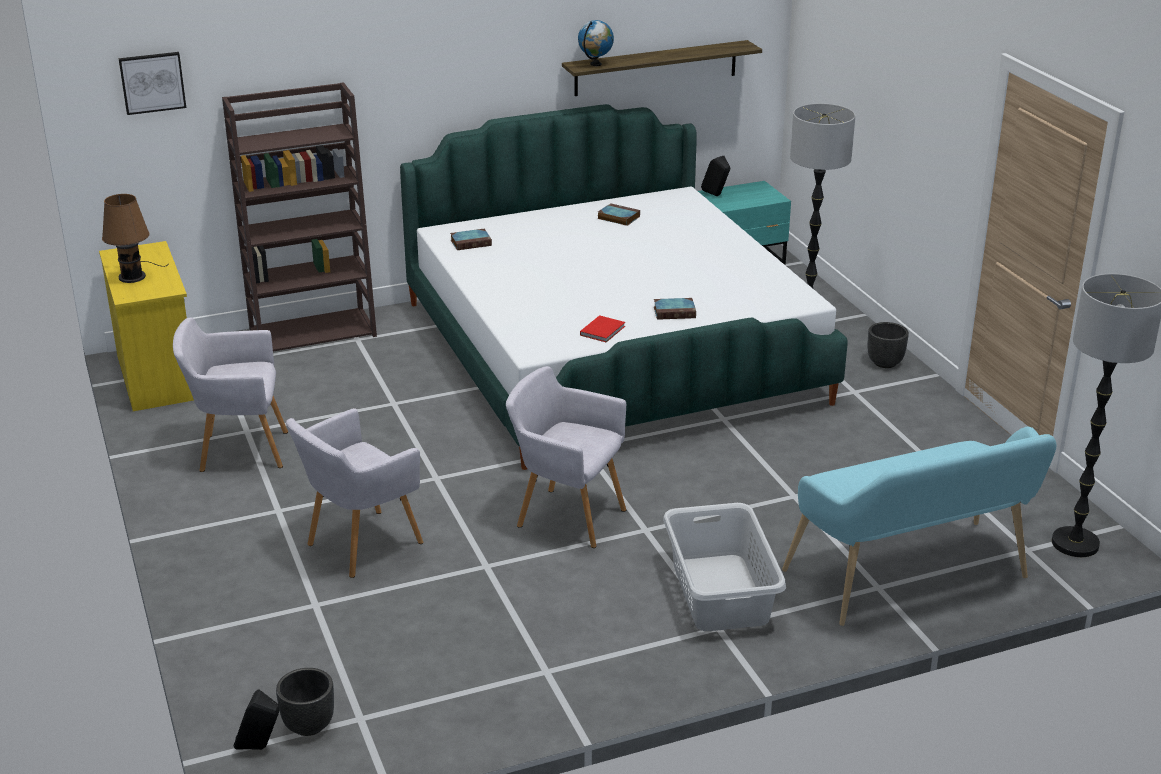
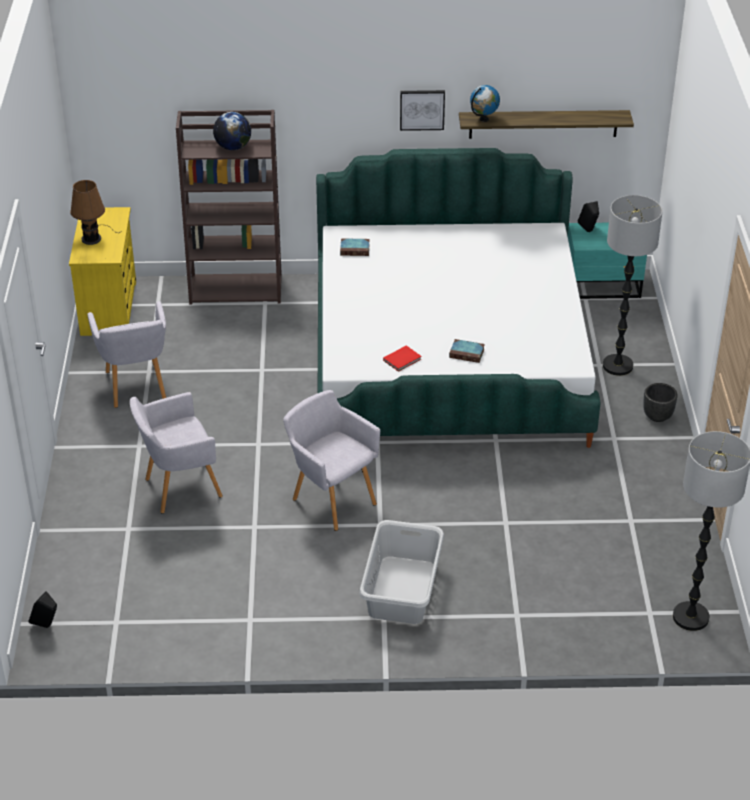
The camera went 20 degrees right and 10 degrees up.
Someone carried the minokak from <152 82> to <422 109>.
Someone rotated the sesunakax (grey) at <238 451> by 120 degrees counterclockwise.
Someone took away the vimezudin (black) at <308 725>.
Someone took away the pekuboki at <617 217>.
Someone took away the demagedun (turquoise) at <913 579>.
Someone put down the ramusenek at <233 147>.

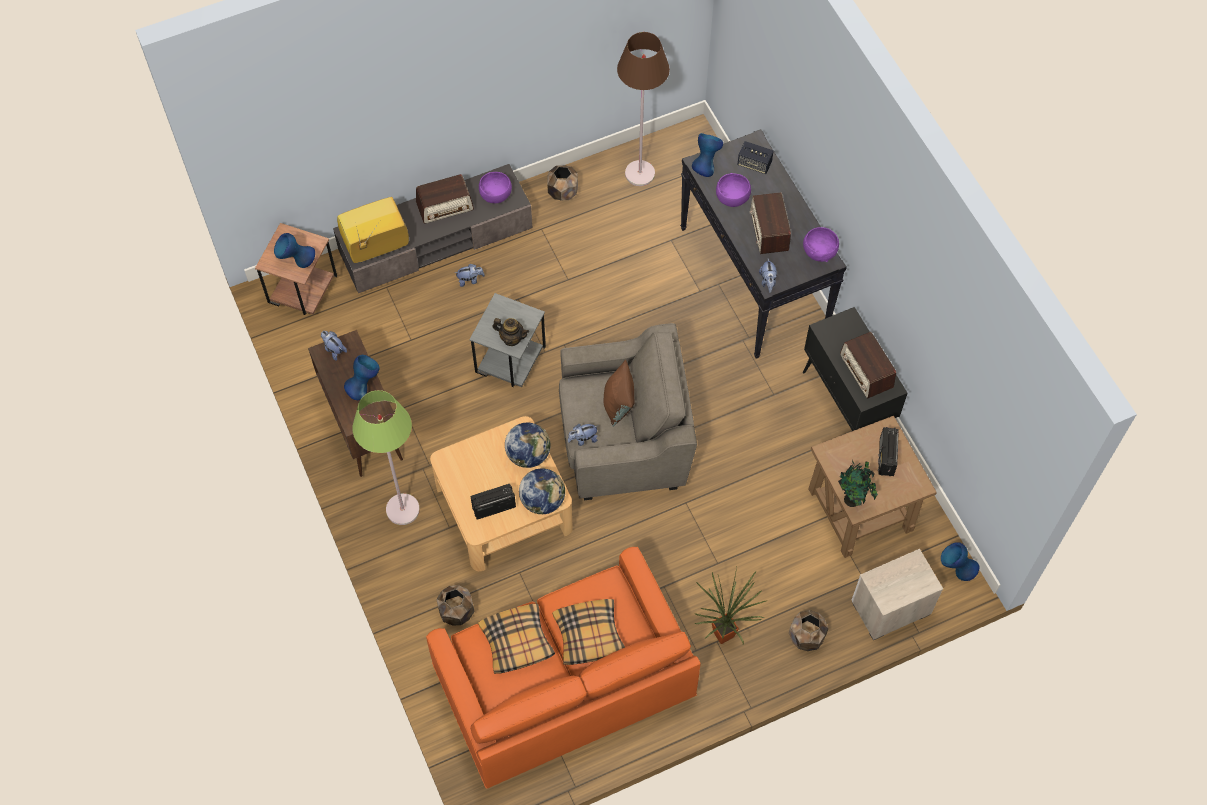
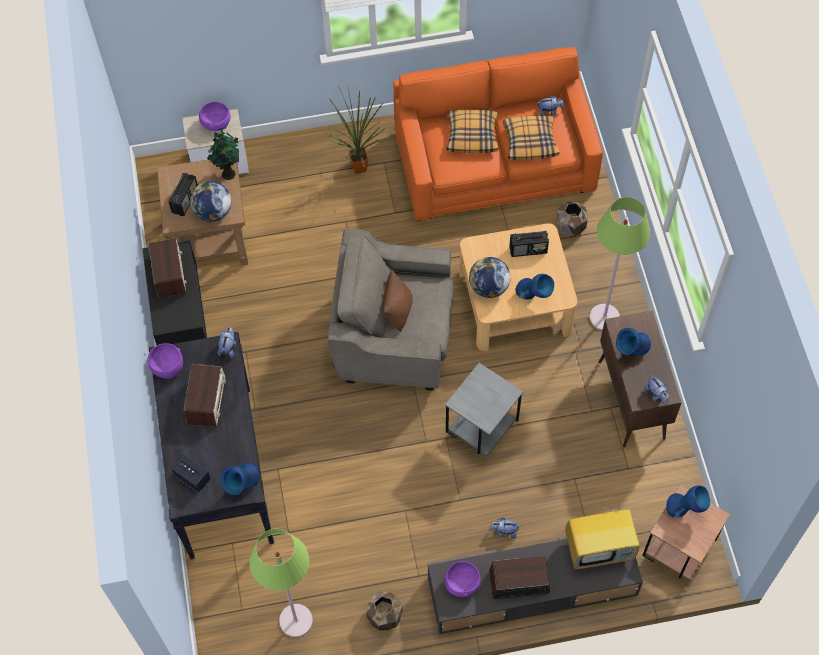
The camera went 165 degrees left and 0 degrees up.
Someone took away the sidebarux at <511 338>.
Someone carried the ramusenek from <542 500> to <213 212>.
Someone carried the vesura from <583 439> to <549 112>.
Someone repainted the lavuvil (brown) at <640 173>, which became the lavuvil (green) at <295 620>.
Someone carried the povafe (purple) from <733 198> to <216 123>.
Someone took away the vimezudin (brown) at <806 637>.
Someone carried the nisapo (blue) from <956 570> to <534 297>.

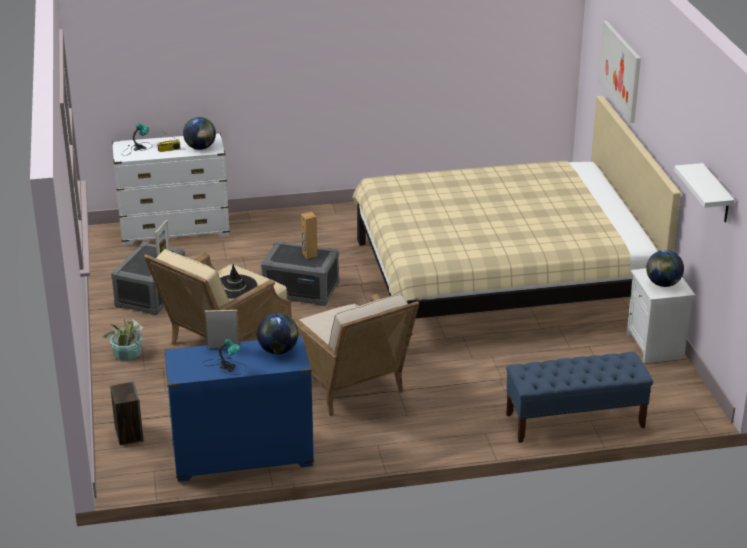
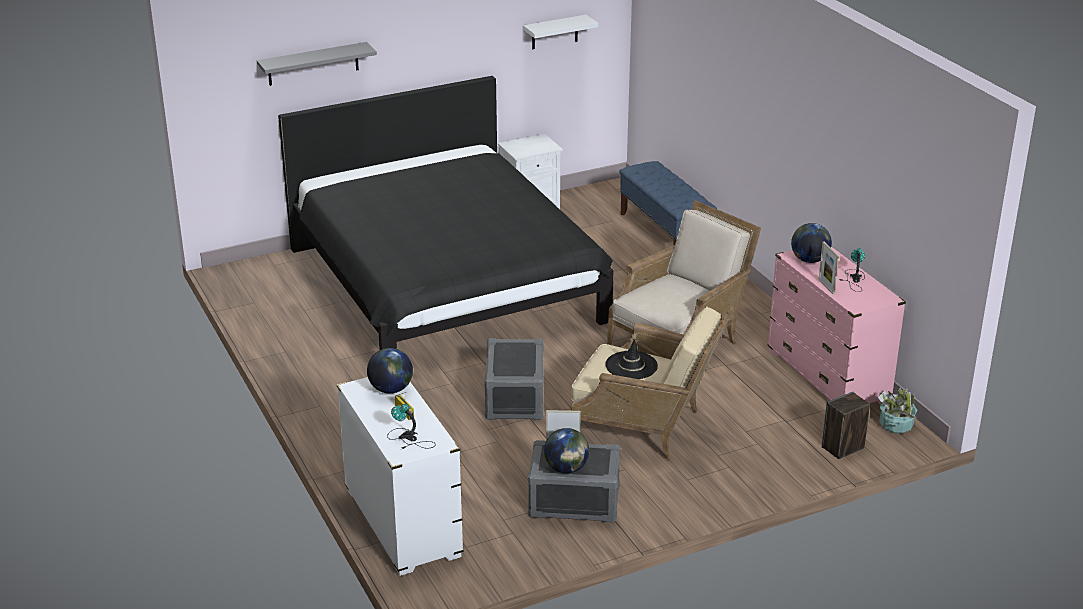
The camera went 105 degrees left and 0 degrees up.
Someone carried the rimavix from <127 353> to <895 425>.
Someone repainted the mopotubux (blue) at <242 457>, which became the mopotubux (pink) at <828 376>.
Someone took away the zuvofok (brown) at <309 255>.
Someone repainted the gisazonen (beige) at <501 281>, which became the gisazonen (black) at <444 285>.
Someone swapped the minokak at <620 70> for the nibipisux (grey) at <313 64>.
Someone carried the ramusenek from <663 284> to <566 468>.

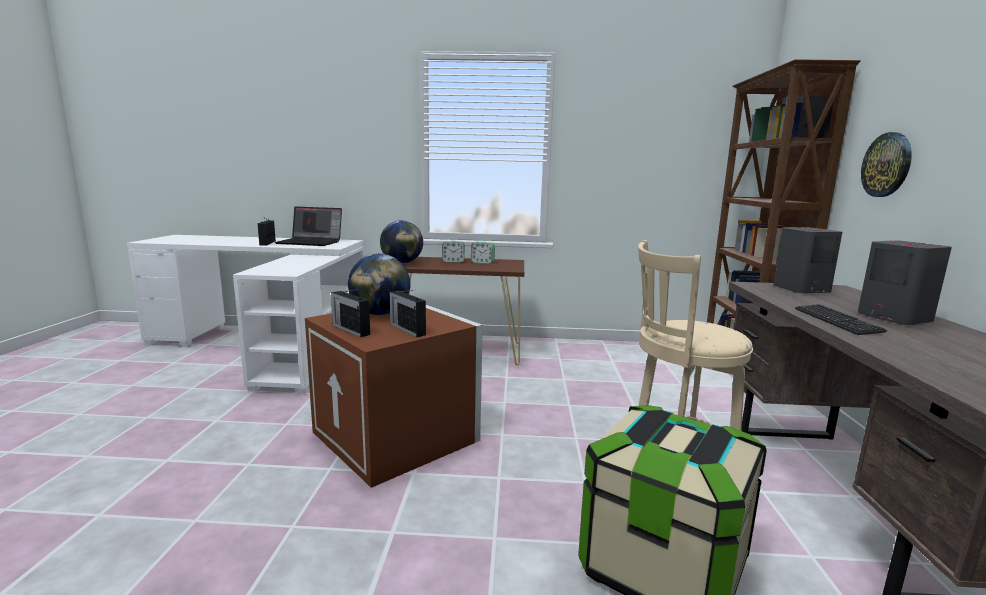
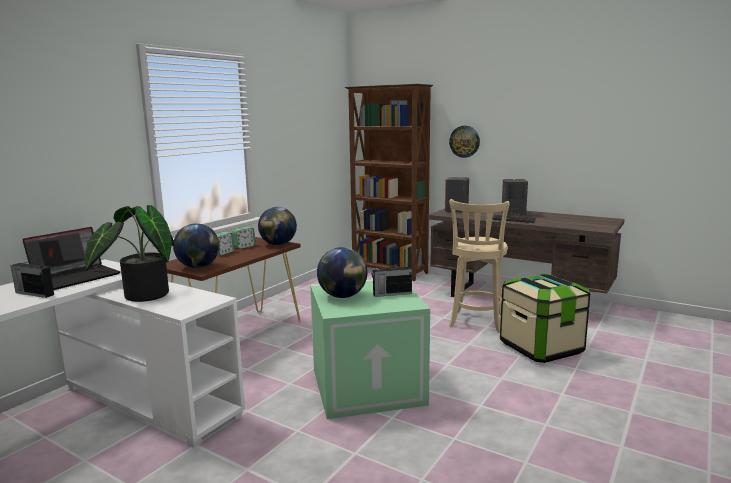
The camera went 60 degrees left and 0 degrees up.
Someone repainted the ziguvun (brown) at <398 436>, which became the ziguvun (green) at <368 385>.
Someone took away the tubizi at <350 329>.
Someone put down the rimavix at <141 296>.
Someone put down the ramusenek at <278 244>.

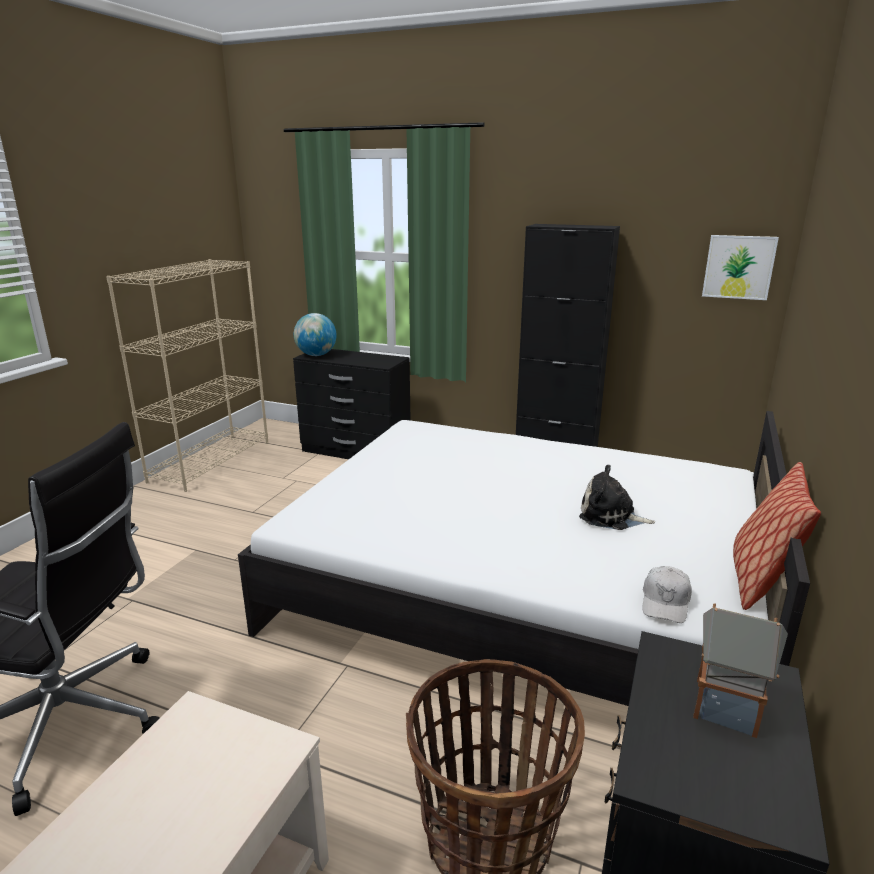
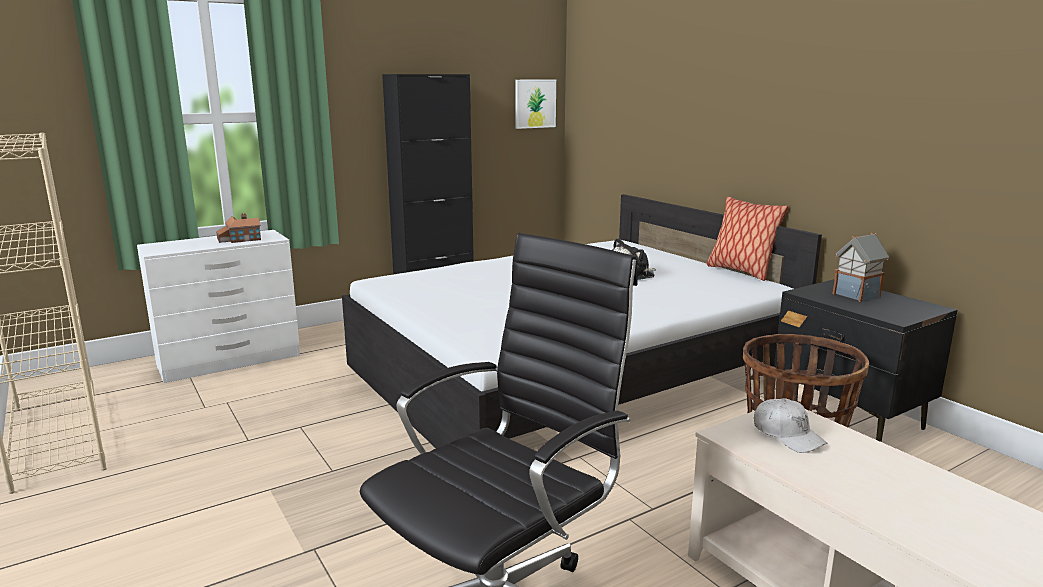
The camera went 55 degrees left and 5 degrees down.
Someone repainted the mopotubux (black) at <356 451>, which became the mopotubux (white) at <230 360>.
Someone took away the ramusenek at <316 355>.
Someone carried the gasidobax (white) from <665 602> to <787 435>.
Someone put down the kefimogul at <238 239>.

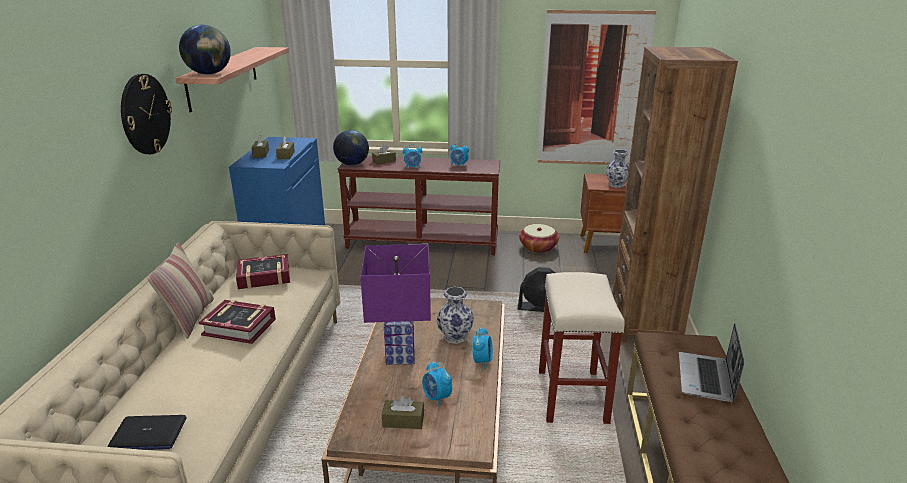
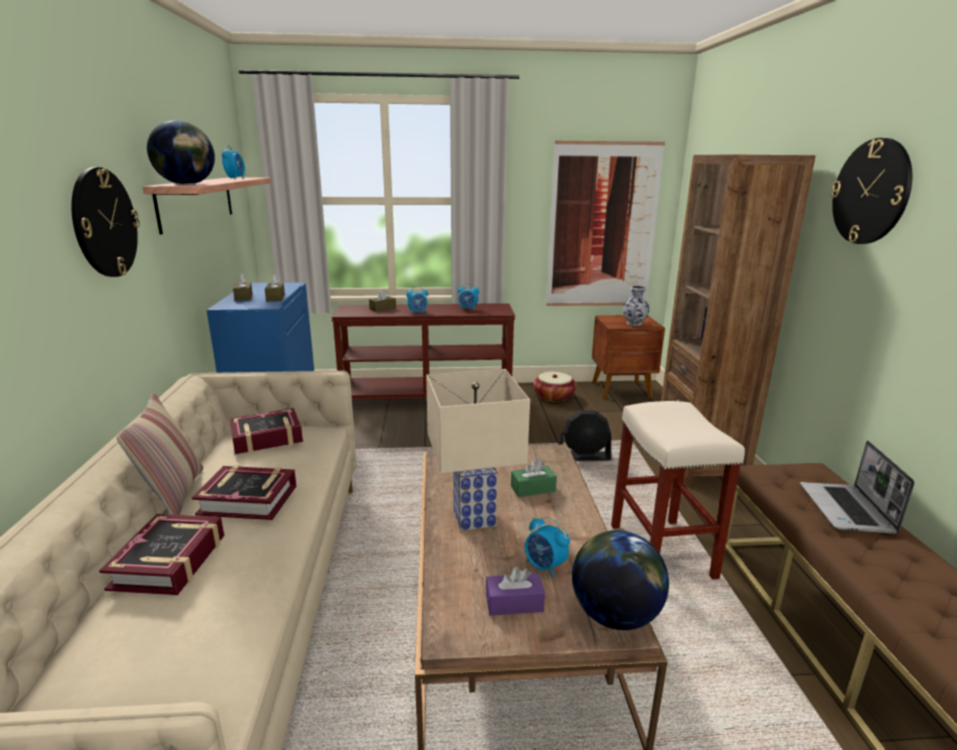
The camera went 10 degrees left and 5 degrees down.
Someone took away the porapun at <148 434>.
Someone carried the ramusenek from <352 164> to <614 615>.
Someone repainted the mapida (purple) at <401 355>, which became the mapida (beige) at <475 517>.
Someone repainted the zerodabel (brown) at <403 421>, which became the zerodabel (purple) at <514 603>.
Someone swapped the nisapo at <455 336> for the zerodabel (green) at <533 488>.
Someone carried the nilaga from <482 361> to <235 178>.
Someone put down the pekuboki at <170 562>.
Someone put up the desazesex at <871 192>.

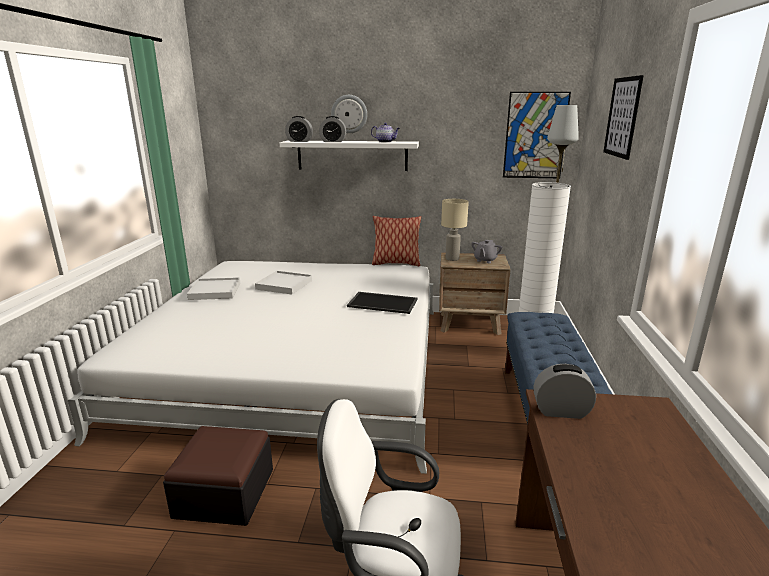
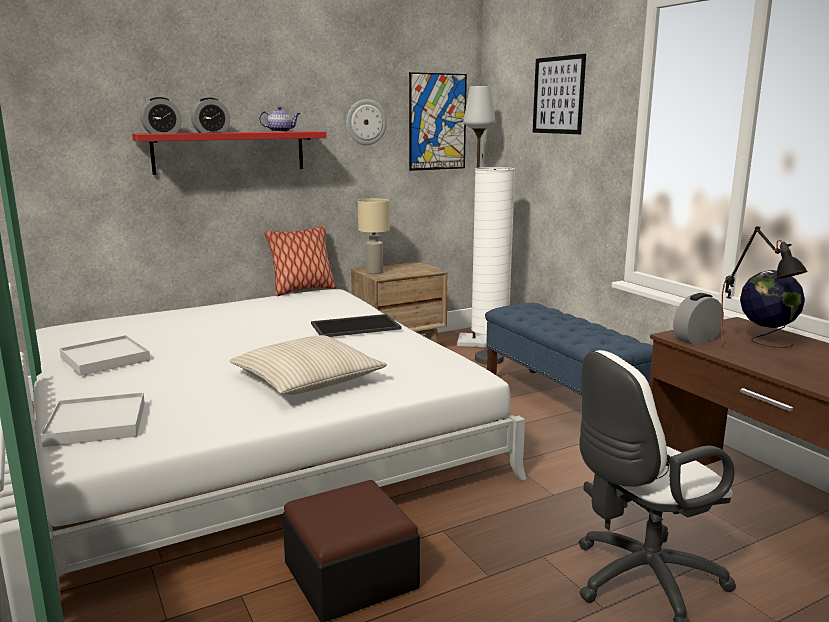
The camera went 35 degrees left and 5 degrees down.
Someone carried the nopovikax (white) from <284 285> to <97 423>.
Someone repainted the nibipisux (white) at <352 155>, which became the nibipisux (red) at <230 152>.
Someone carried the desazesex from <349 114> to <366 122>.
Someone took away the sidebarux (grey) at <485 260>.
Someone put down the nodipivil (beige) at <307 380>.
Someone put down the mapida (black) at <752 355>.
Someone put down the ramusenek at <765 341>.

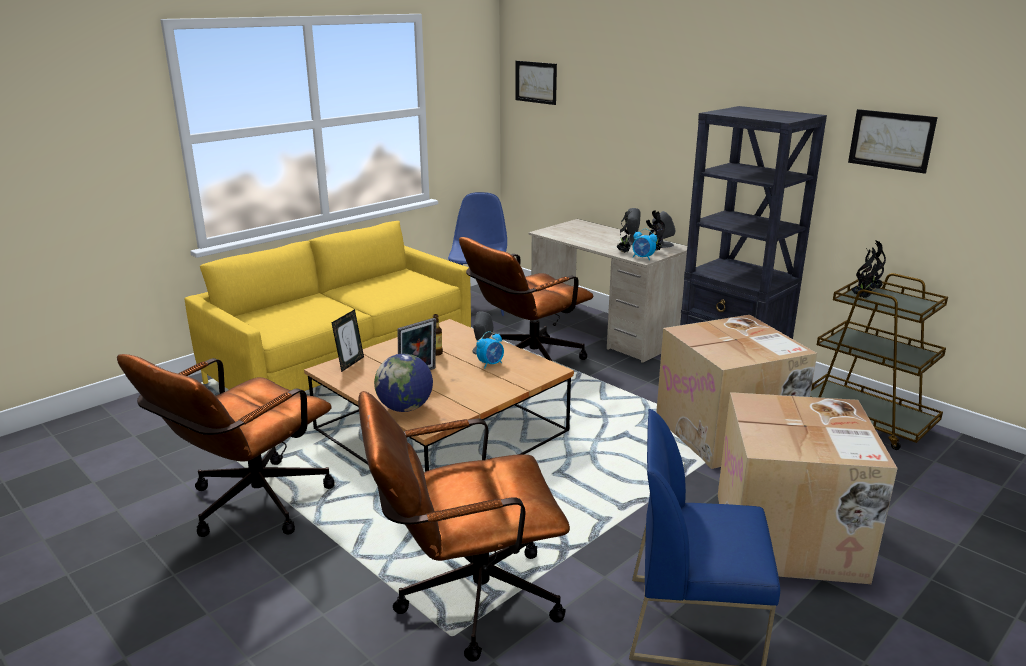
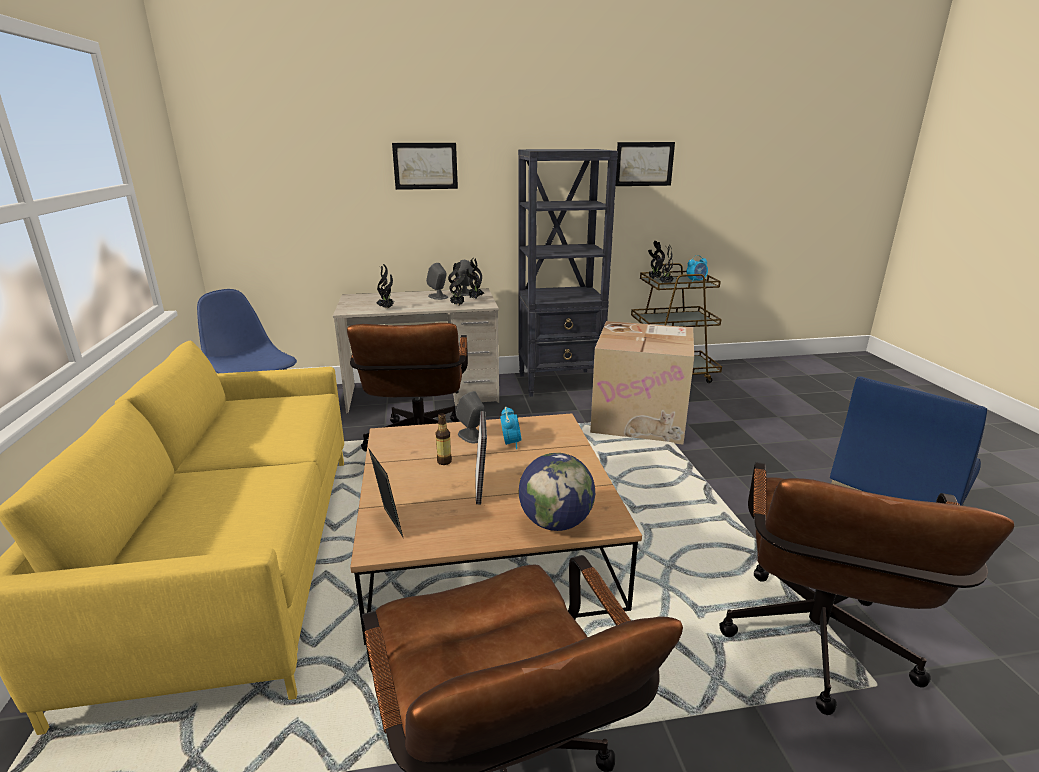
The camera went 55 degrees left and 0 degrees up.
Someone carried the minokak from <536 82> to <425 166>.
Someone carried the nilaga from <643 258> to <696 281>.
Someone took away the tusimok at <790 537>.
Someone put down the rimavix at <387 308>.

